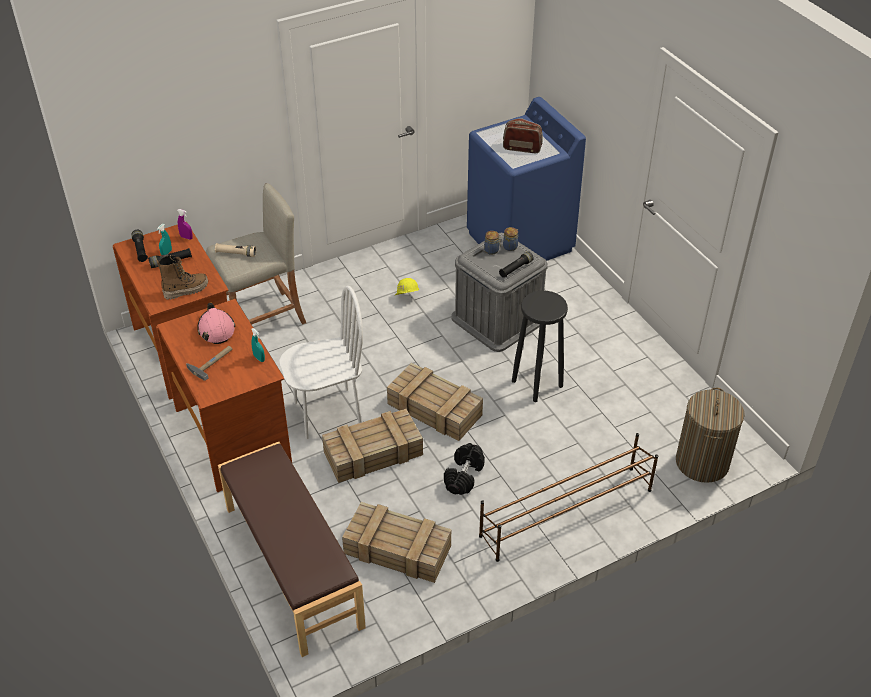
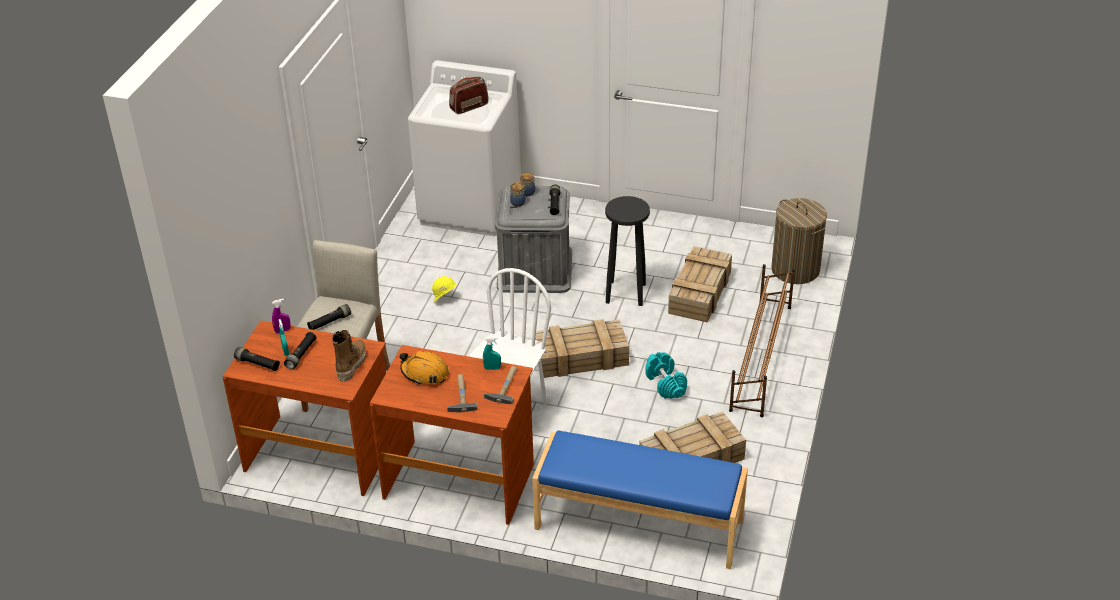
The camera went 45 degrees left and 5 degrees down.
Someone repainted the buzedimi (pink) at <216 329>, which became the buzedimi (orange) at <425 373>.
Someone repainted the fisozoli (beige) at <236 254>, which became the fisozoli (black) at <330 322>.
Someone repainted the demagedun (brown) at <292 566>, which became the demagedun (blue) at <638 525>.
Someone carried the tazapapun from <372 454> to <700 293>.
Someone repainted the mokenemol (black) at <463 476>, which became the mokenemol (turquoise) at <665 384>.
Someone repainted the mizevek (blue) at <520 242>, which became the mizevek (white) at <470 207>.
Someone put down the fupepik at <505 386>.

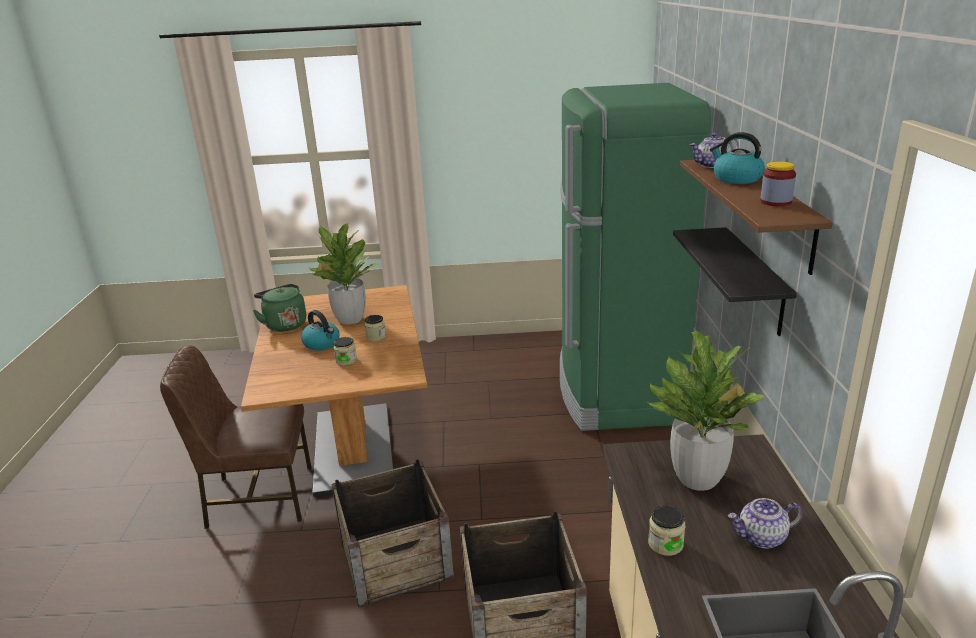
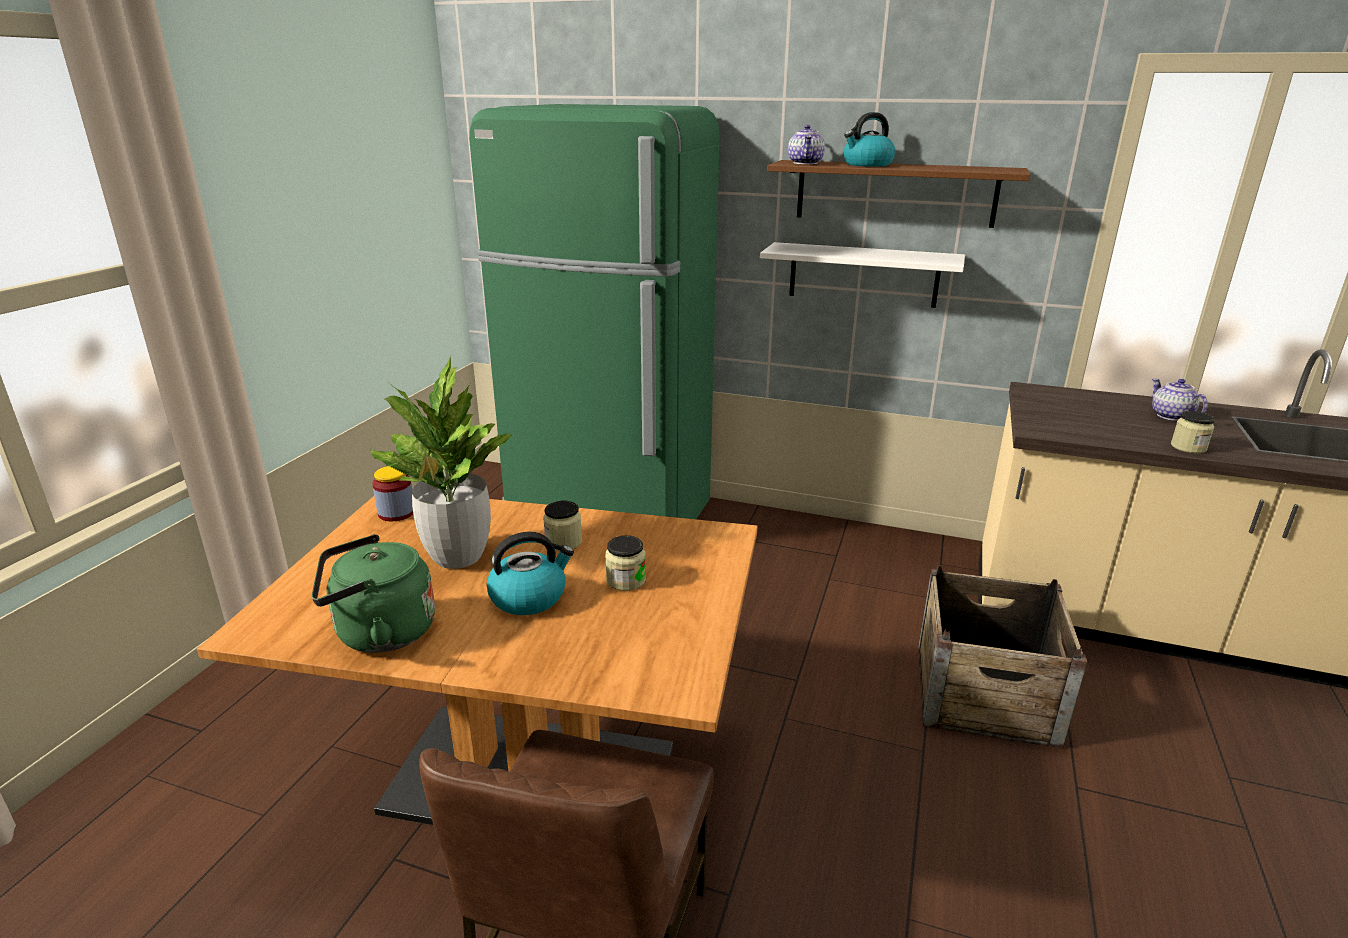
The camera went 70 degrees left and 0 degrees up.
Someone took away the tazapapun at <396 558>.
Someone took away the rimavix at <698 478>.
Someone repainted the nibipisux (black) at <754 280>, which became the nibipisux (white) at <863 274>.
Someone rotated the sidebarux at <761 538> by 150 degrees clockwise.
Someone carried the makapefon from <775 202> to <396 513>.

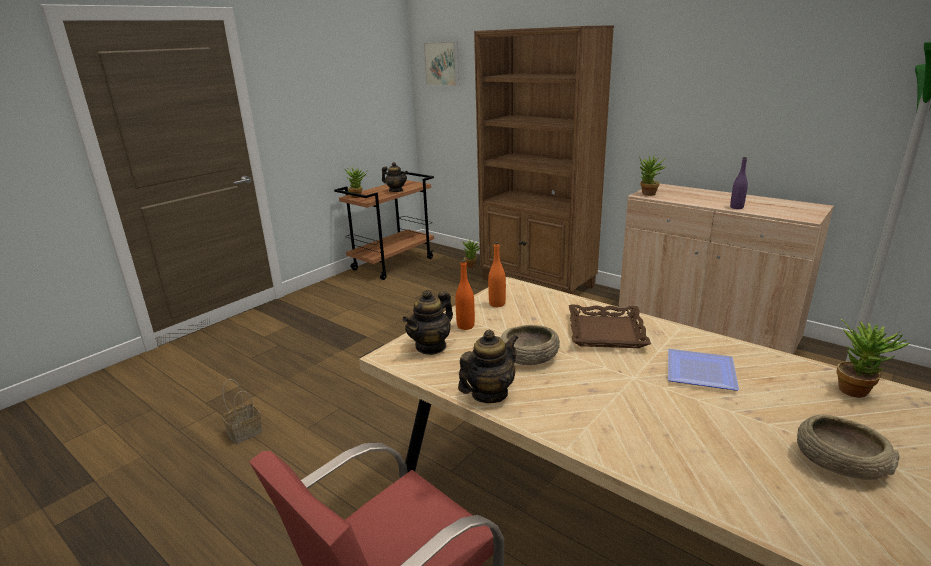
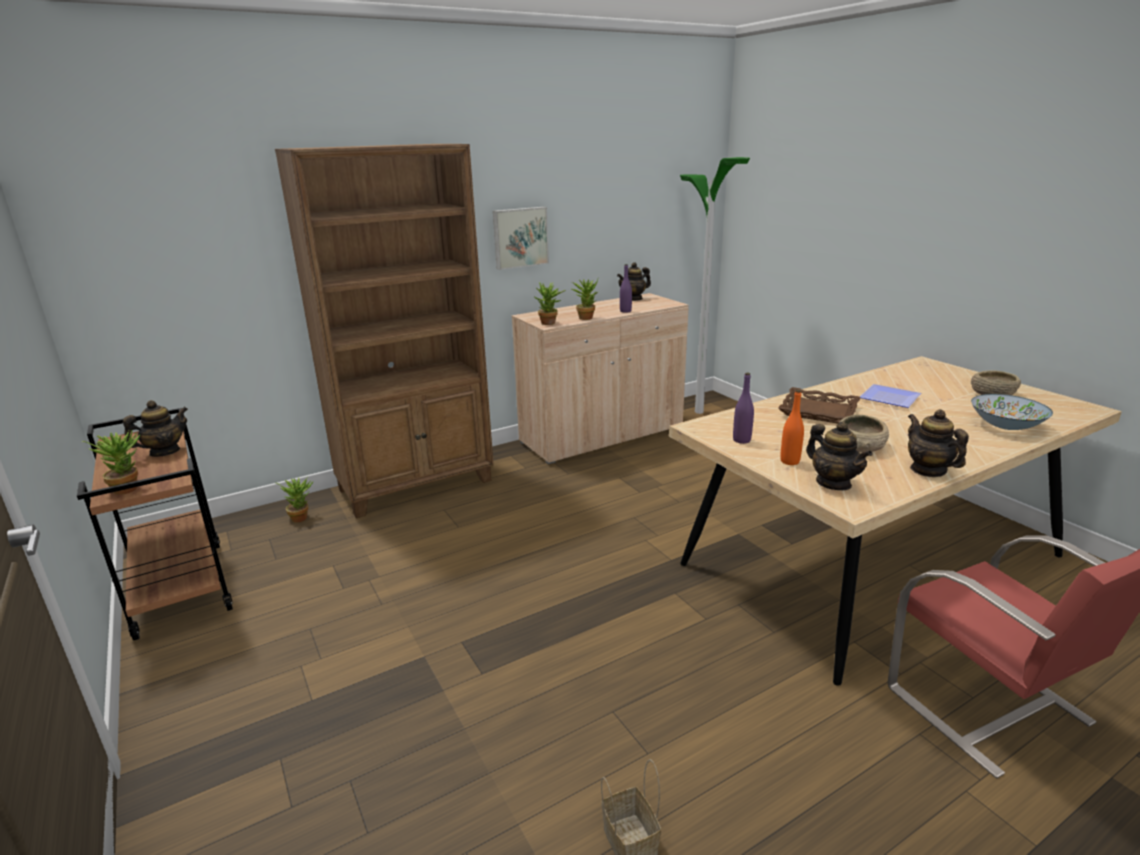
The camera went 70 degrees left and 0 degrees up.
Someone carried the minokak from <443 63> to <520 237>.
Someone repainted the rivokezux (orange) at <497 304>, which became the rivokezux (purple) at <741 440>.
Someone carried the rimavix from <857 389> to <586 317>.
Someone put down the sidebarux at <633 298>.
Someone put down the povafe at <1006 426>.

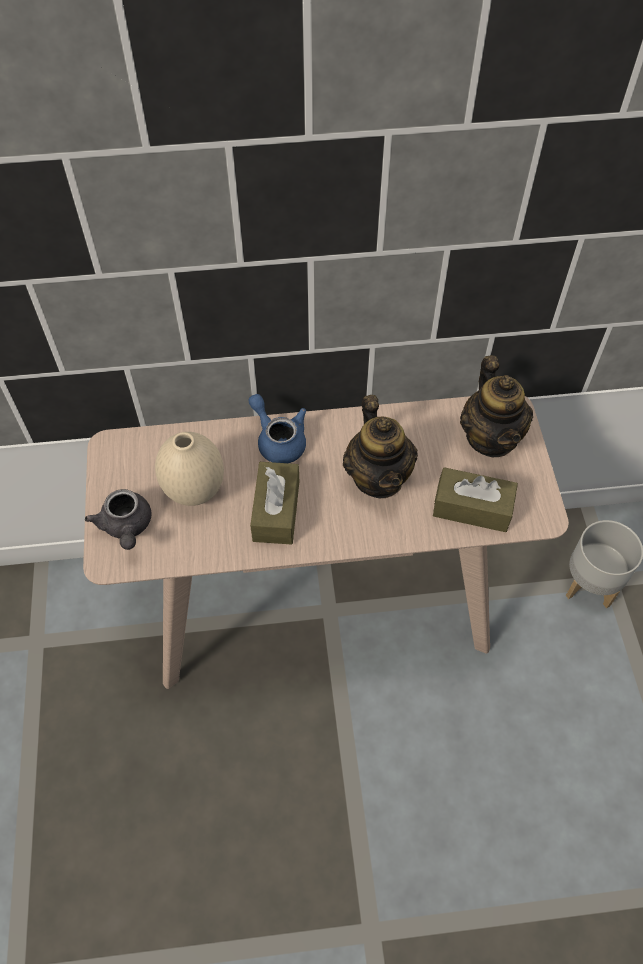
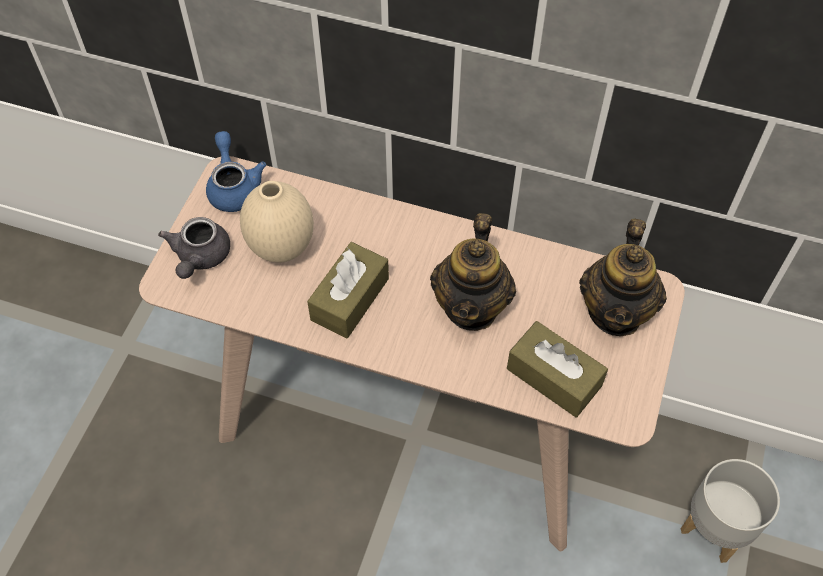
The camera went 25 degrees right and 0 degrees up.
Someone carried the sidebarux (blue) from <278 440> to <234 187>.

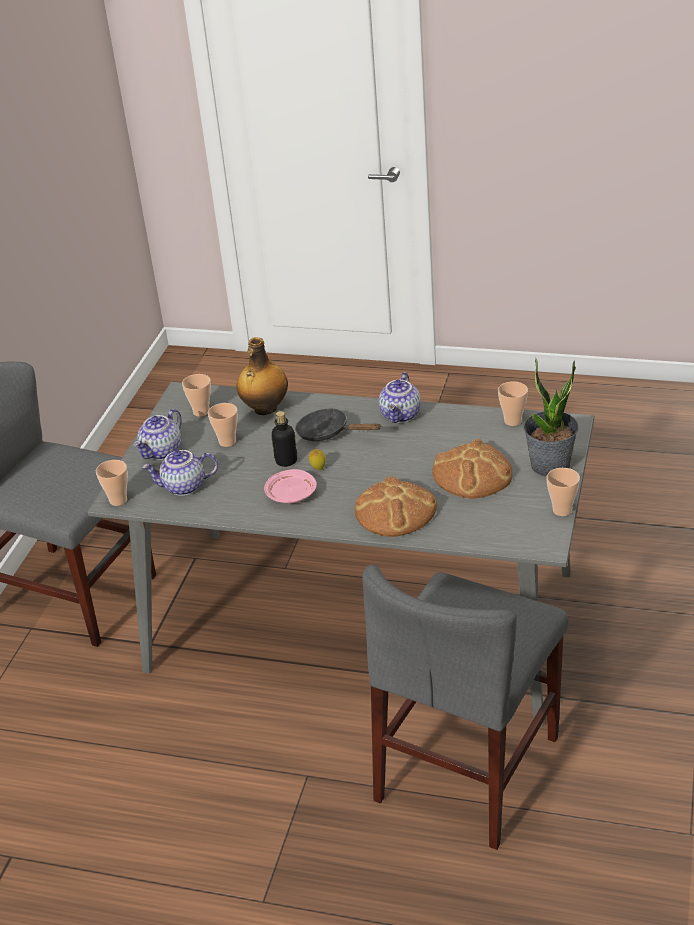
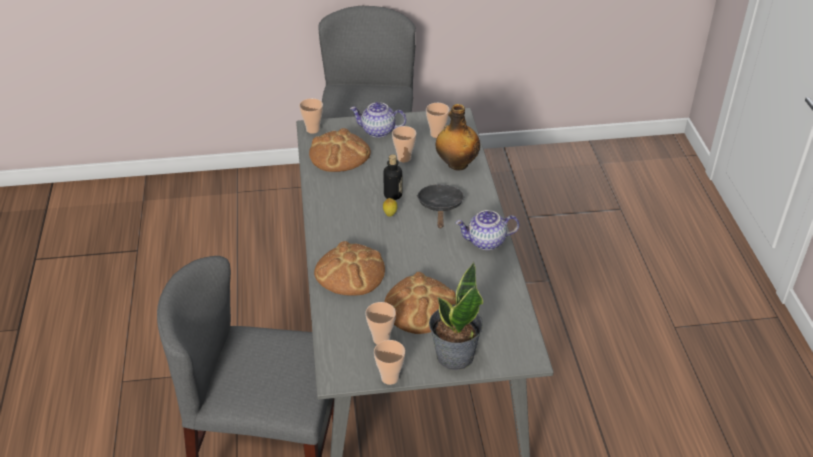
The camera went 65 degrees right and 5 degrees up.
Someone swapped the sidebarux at <183 487> for the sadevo at <339 154>.
Someone took away the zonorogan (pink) at <291 495>.
Someone carried the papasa from <512 421> to <381 339>.

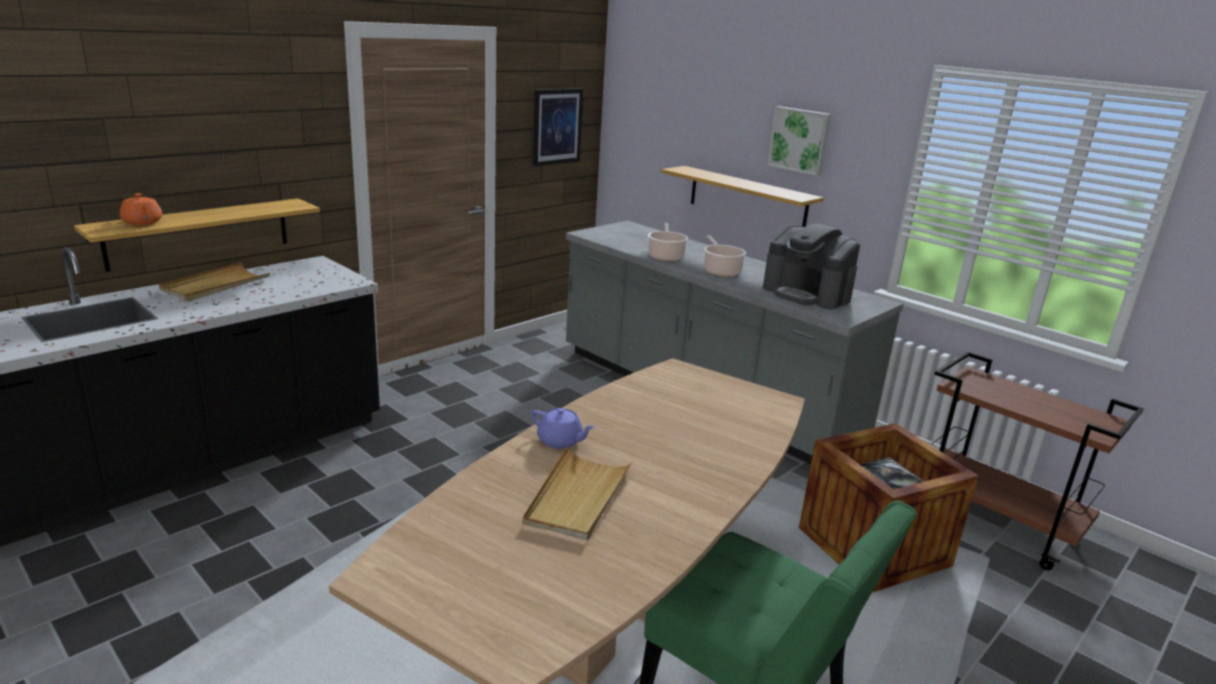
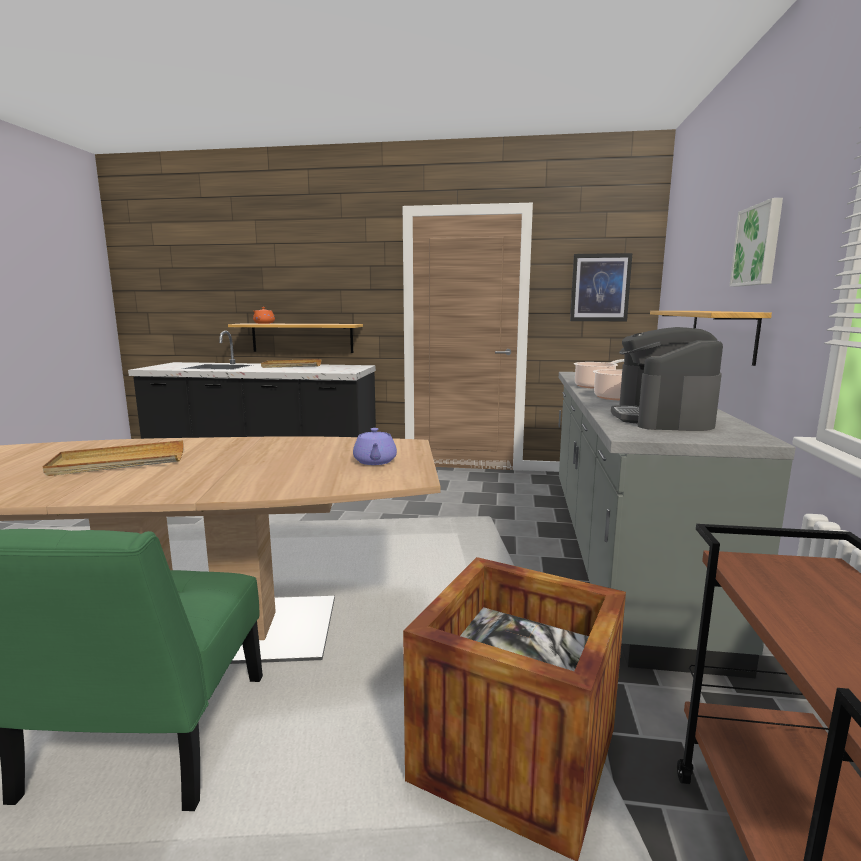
The camera went 55 degrees right and 10 degrees down.
Someone carried the sidebarux (purple) from <560 441> to <375 462>.

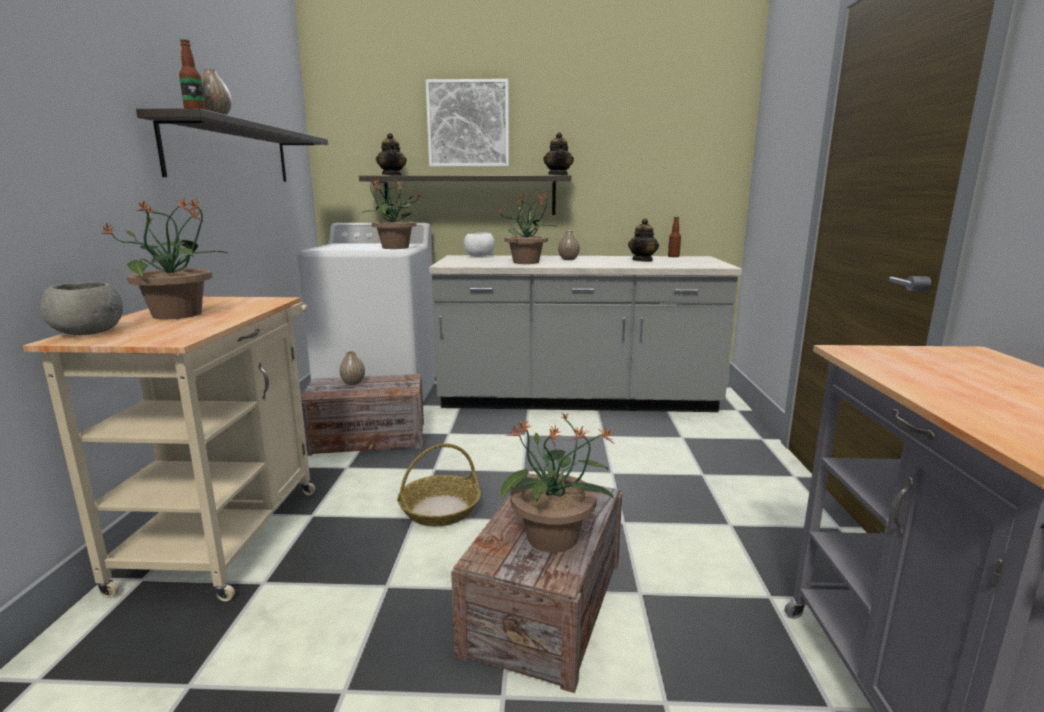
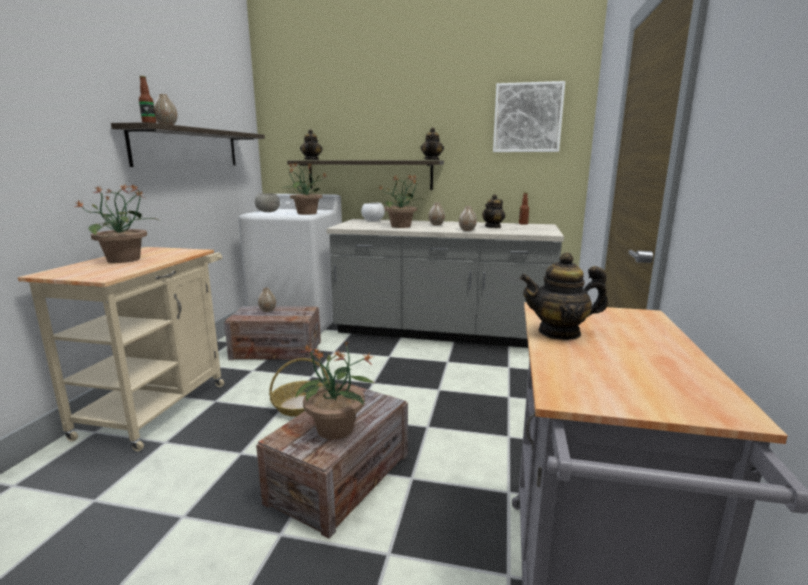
The camera went 10 degrees right and 0 degrees up.
Someone carried the povafe (grey) from <88 333> to <268 212>.
Someone carried the minokak from <468 124> to <527 118>.
Someone put down the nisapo at <467 230>.
Someone put down the sidebarux at <559 332>.

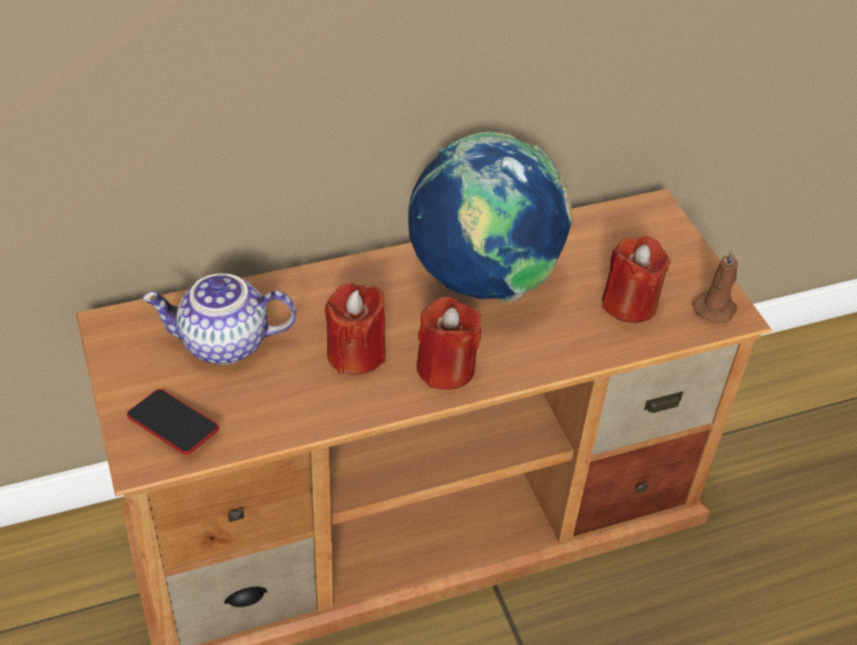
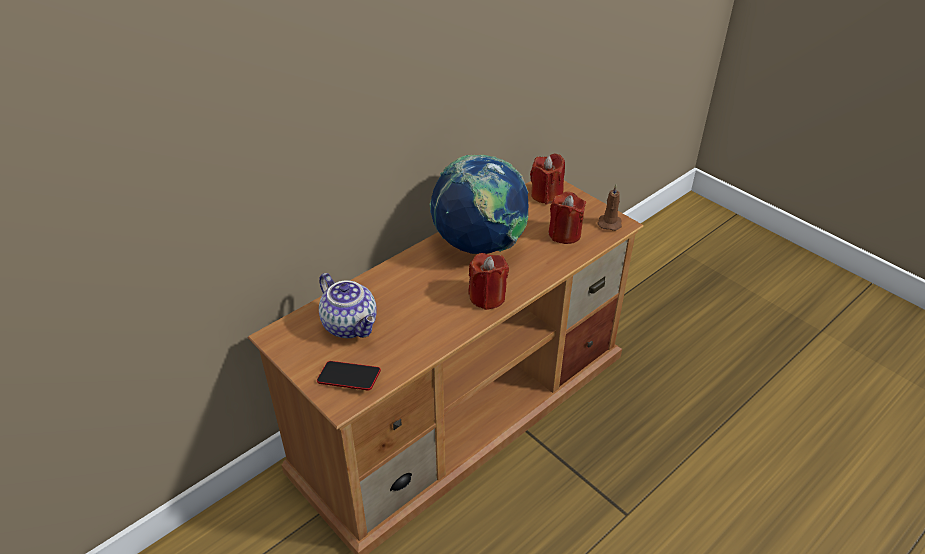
The camera went 20 degrees left and 5 degrees down.
Someone rotated the sidebarux at <223 344> by 105 degrees counterclockwise.
Someone carried the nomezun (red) from <356 354> to <546 195>.

